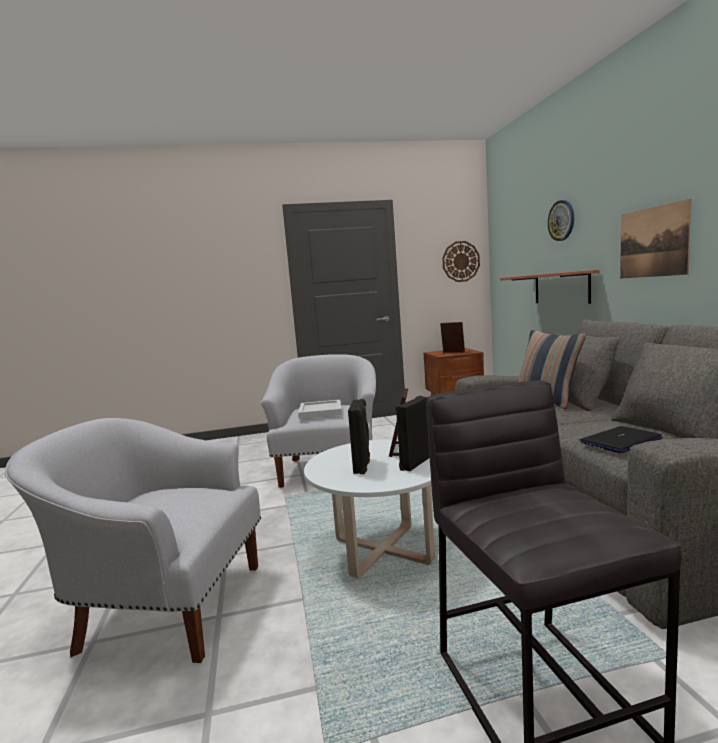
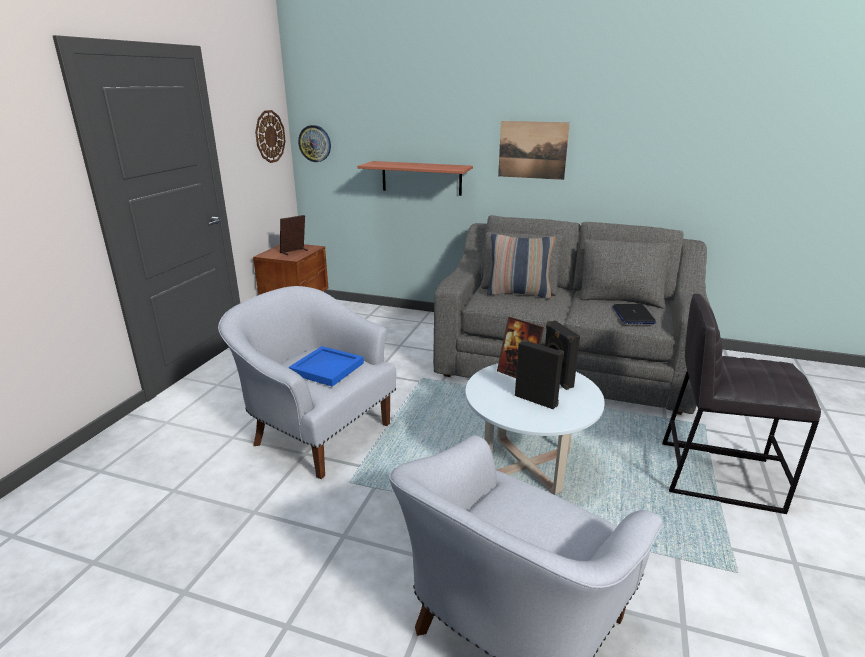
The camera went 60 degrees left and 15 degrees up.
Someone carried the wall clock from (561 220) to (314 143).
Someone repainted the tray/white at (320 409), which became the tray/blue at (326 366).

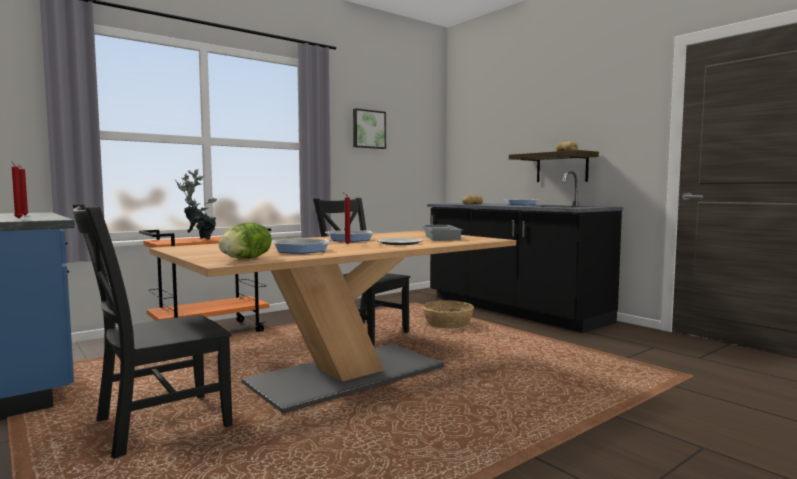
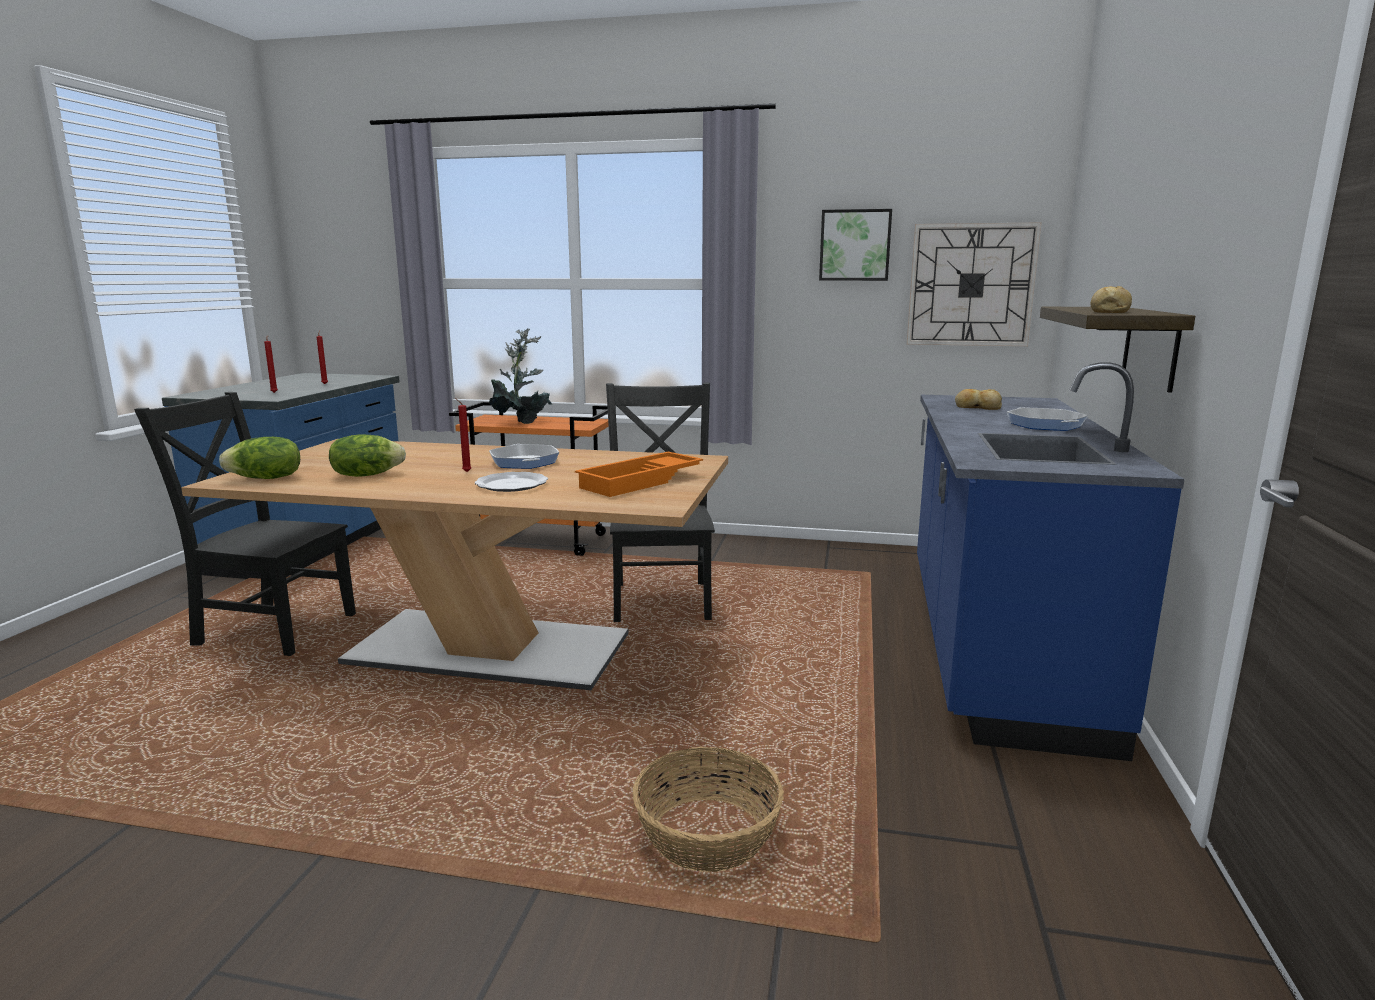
The camera went 50 degrees right and 10 degrees up.
Someone repainted the counter/black at (525 252), which became the counter/blue at (1051 561).
Someone repainted the tray/grey at (442 233), which became the tray/orange at (639 474).
Someone swapped the frying pan at (302 246) for the lettuce at (367 455).
Someone carried the basket from (448 314) to (708 809).
Someone put up the wall clock at (974 284).

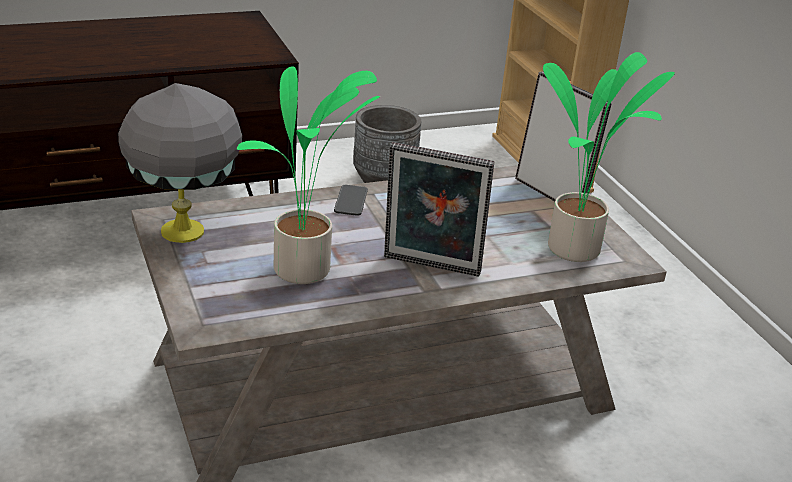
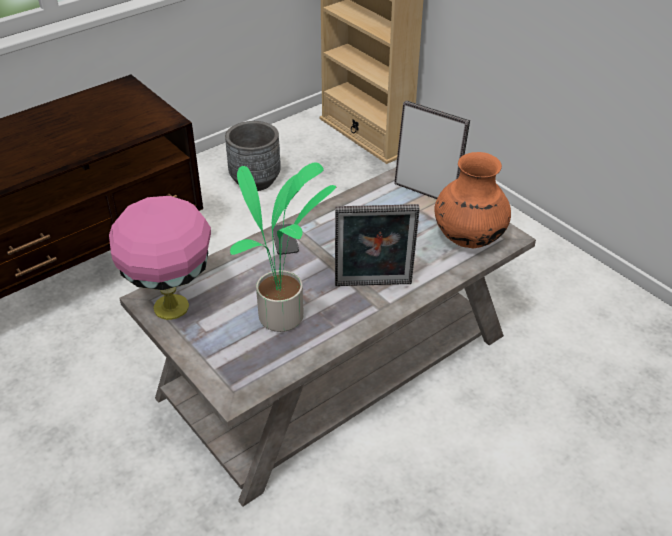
The camera went 15 degrees left and 10 degrees up.
Someone swapped the potted plant at (609 157) for the vase/orange at (473 200).
Someone repainted the table lamp/grey at (180 163), which became the table lamp/pink at (160 258).

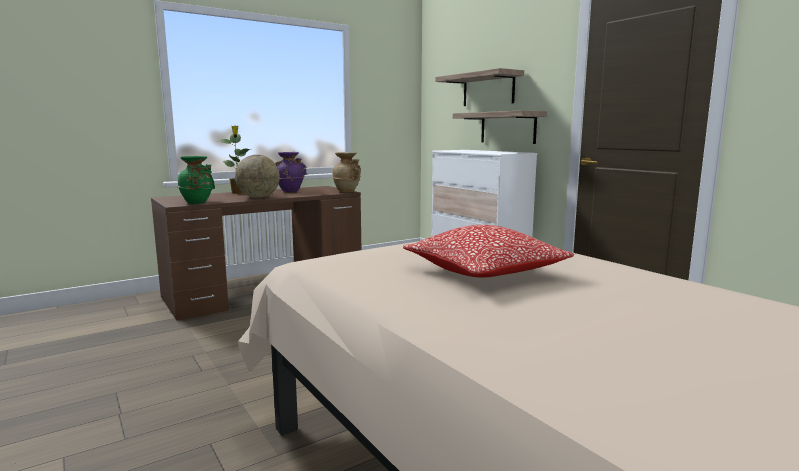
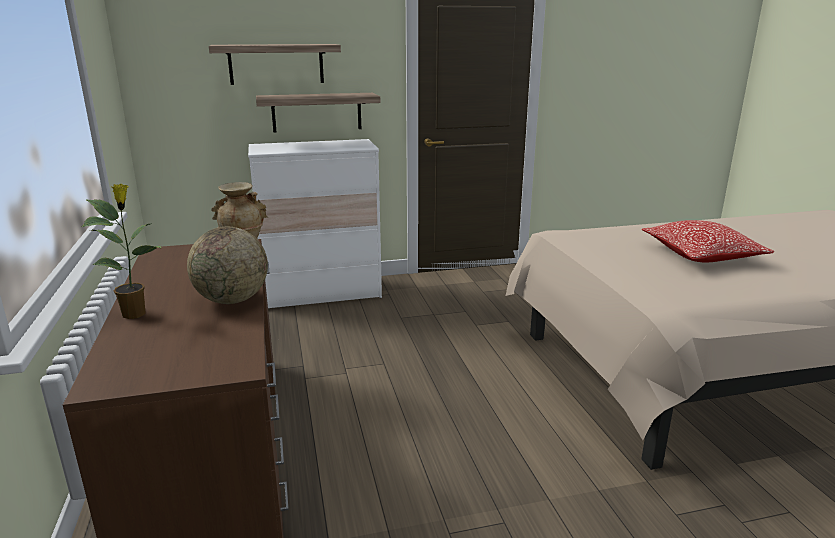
The camera went 70 degrees left and 10 degrees up.
Someone took away the vase/purple at (291 172).
Someone took away the vase/green at (196 180).

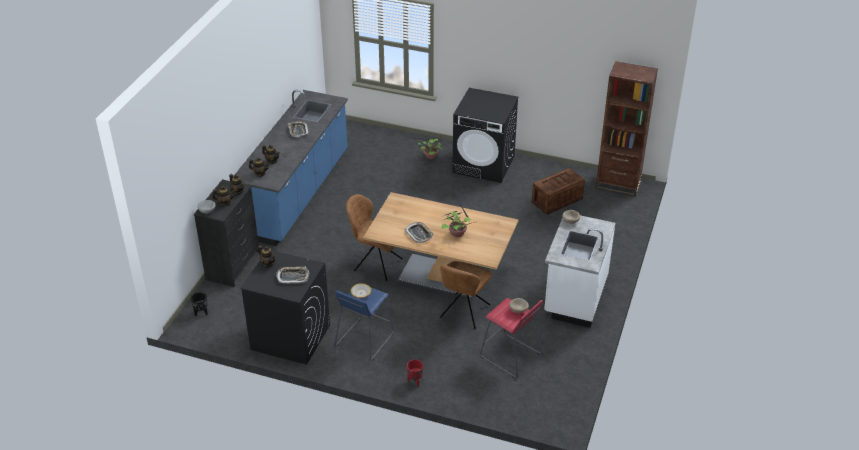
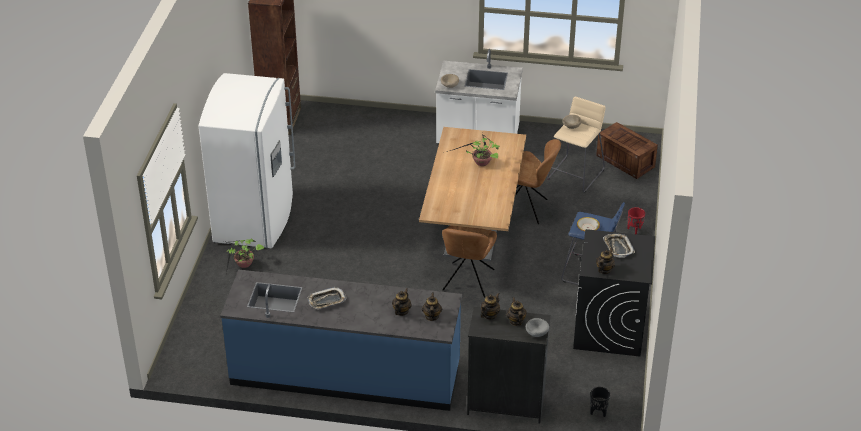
The camera went 100 degrees left and 0 degrees up.
Someone swapped the washing machine/black at (485 135) for the fridge/white at (246 160).
Someone carried the crate from (558 191) to (627 150).
Someone took away the tray at (419 232).
Someone repainted the stool/red at (511 338), which became the stool/beige at (576 144).

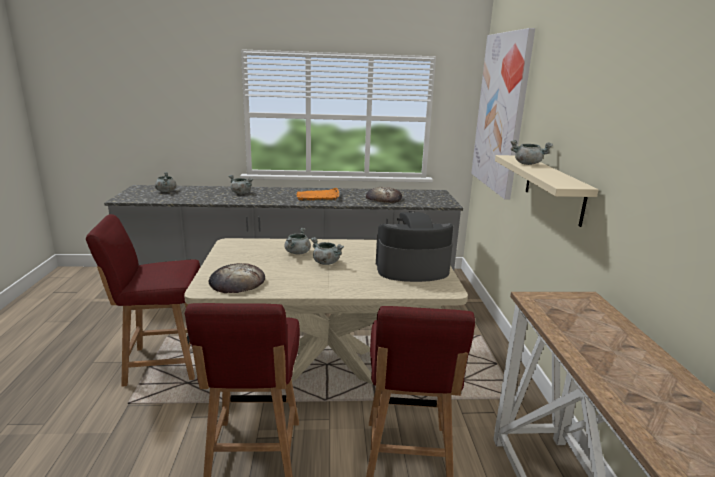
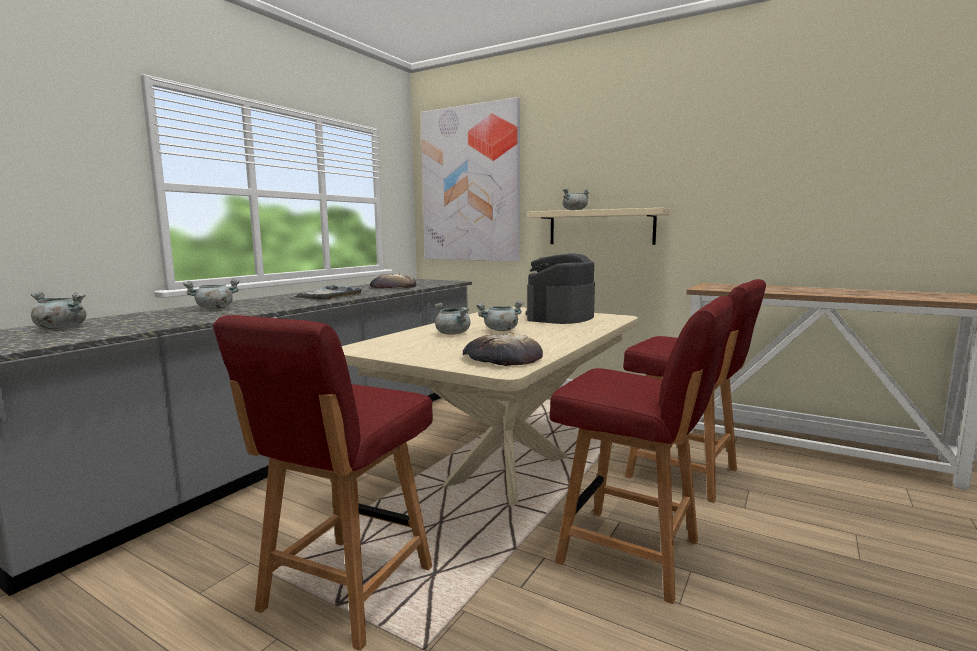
The camera went 55 degrees left and 10 degrees down.
Someone repainted the tray/orange at (318 194), which became the tray/grey at (327 292).

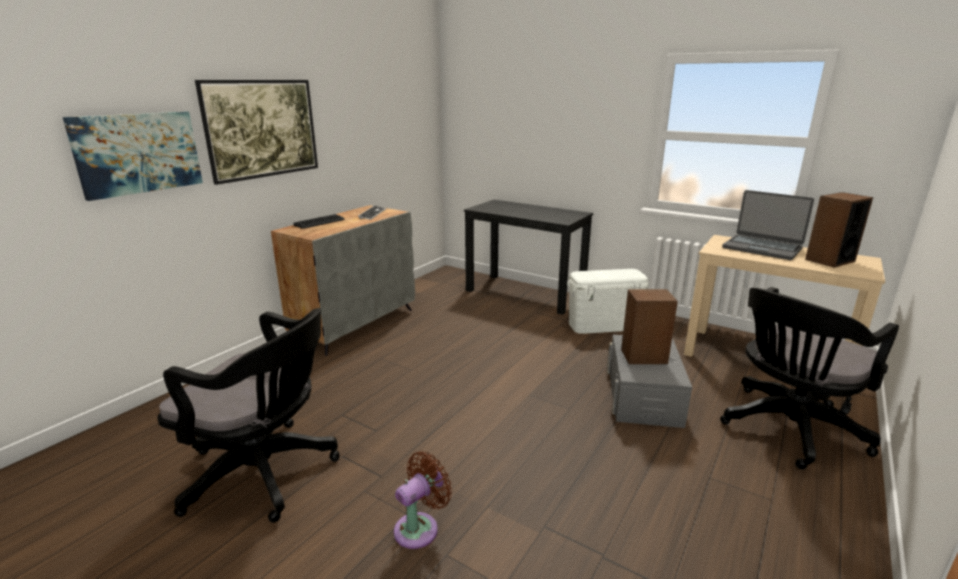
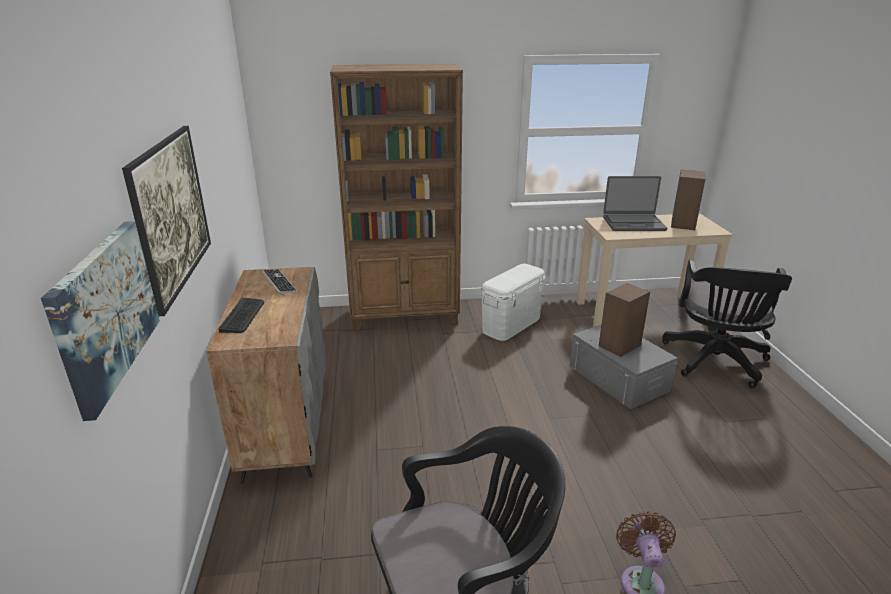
The camera went 40 degrees left and 5 degrees up.
Someone swapped the desk/black at (528 257) for the bookcase/brown at (396 197).

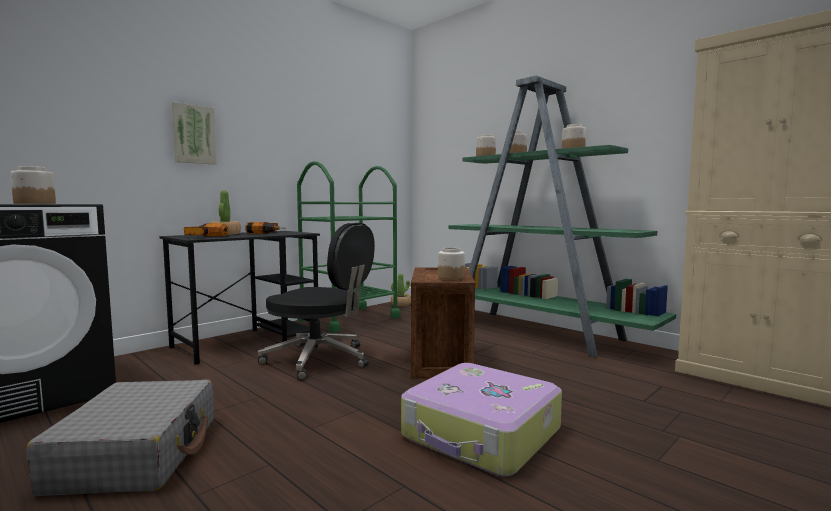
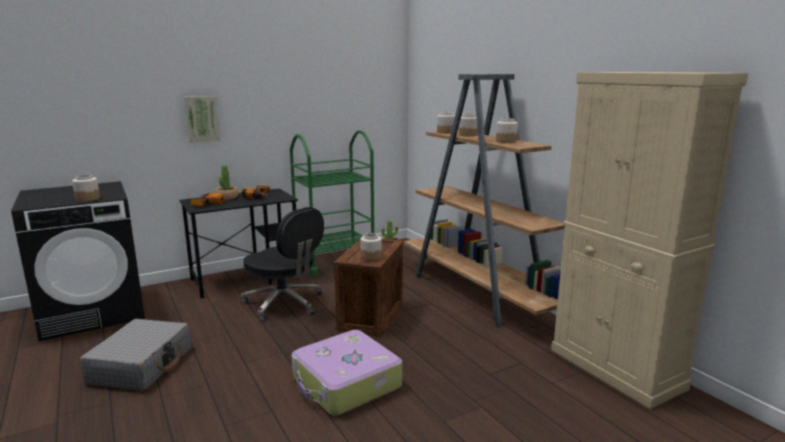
The camera went 15 degrees right and 10 degrees up.
Someone repainted the bookcase/green at (562 217), which became the bookcase/brown at (484 201).

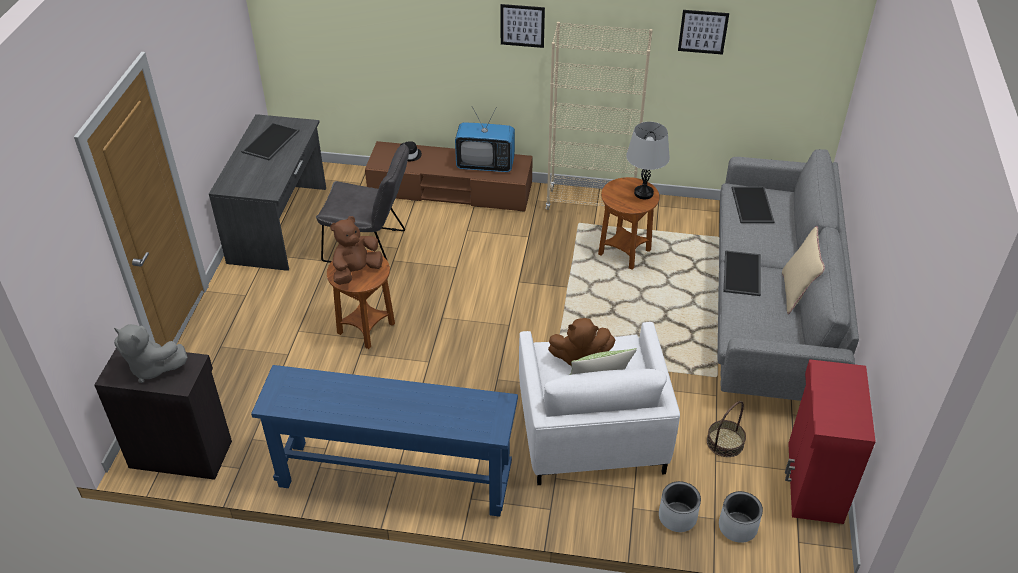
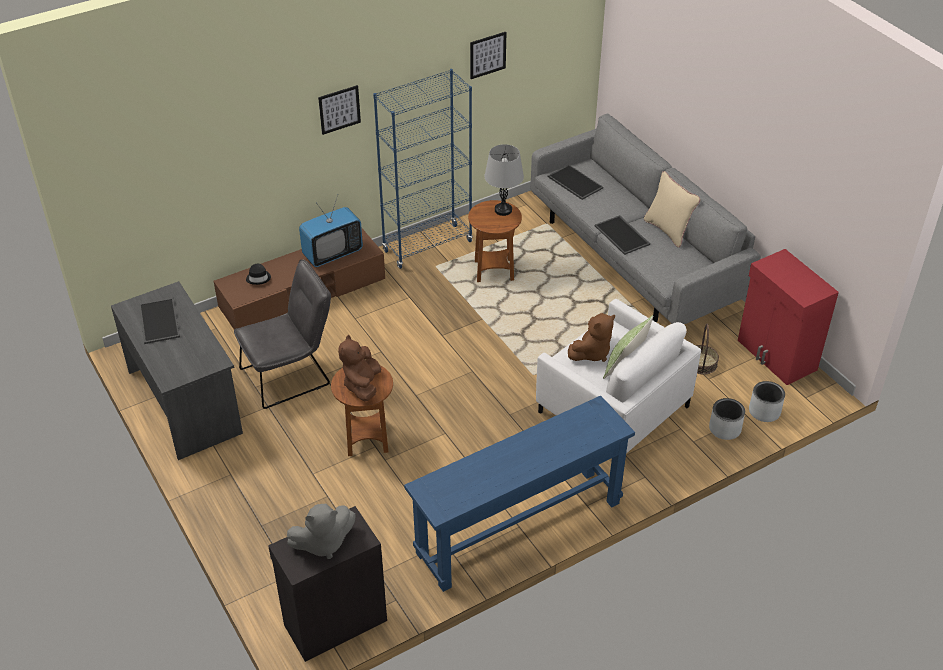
The camera went 40 degrees left and 0 degrees up.
Someone repainted the bookcase/beige at (599 116), which became the bookcase/blue at (423 169).

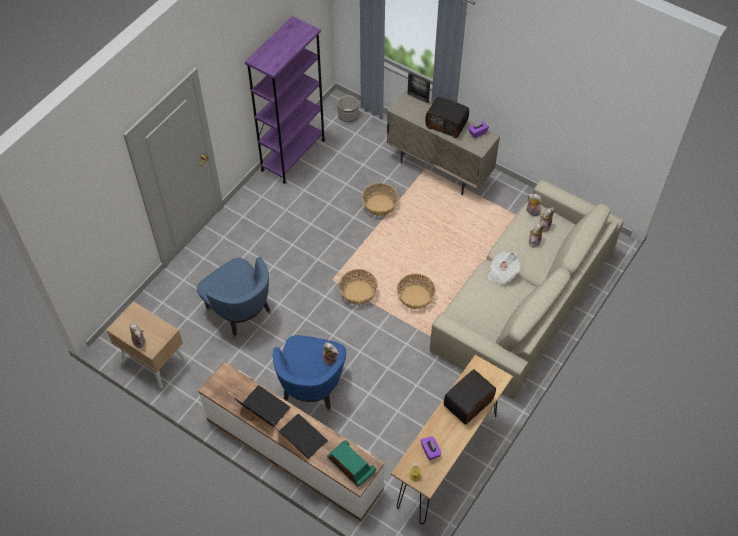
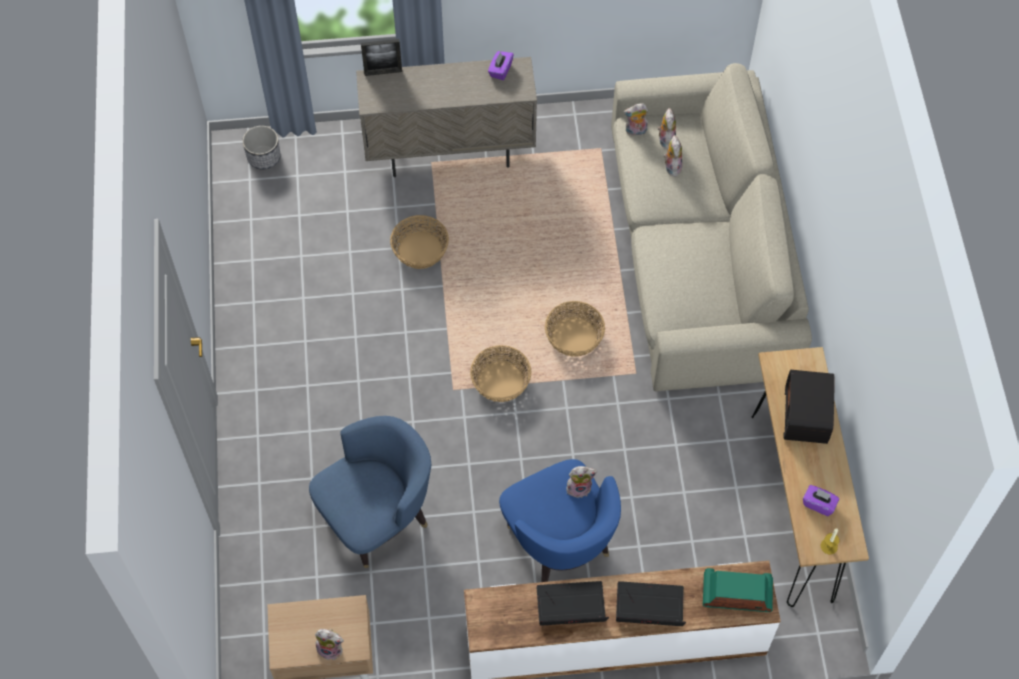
The camera went 40 degrees left and 5 degrees up.
Someone took away the bookcase/purple at (285 100).
Someone took away the radio at (447 117).
Someone took away the newspaper at (504 268).
Someone rotated the armchair/blue at (234 298) by 45 degrees counterclockwise.

